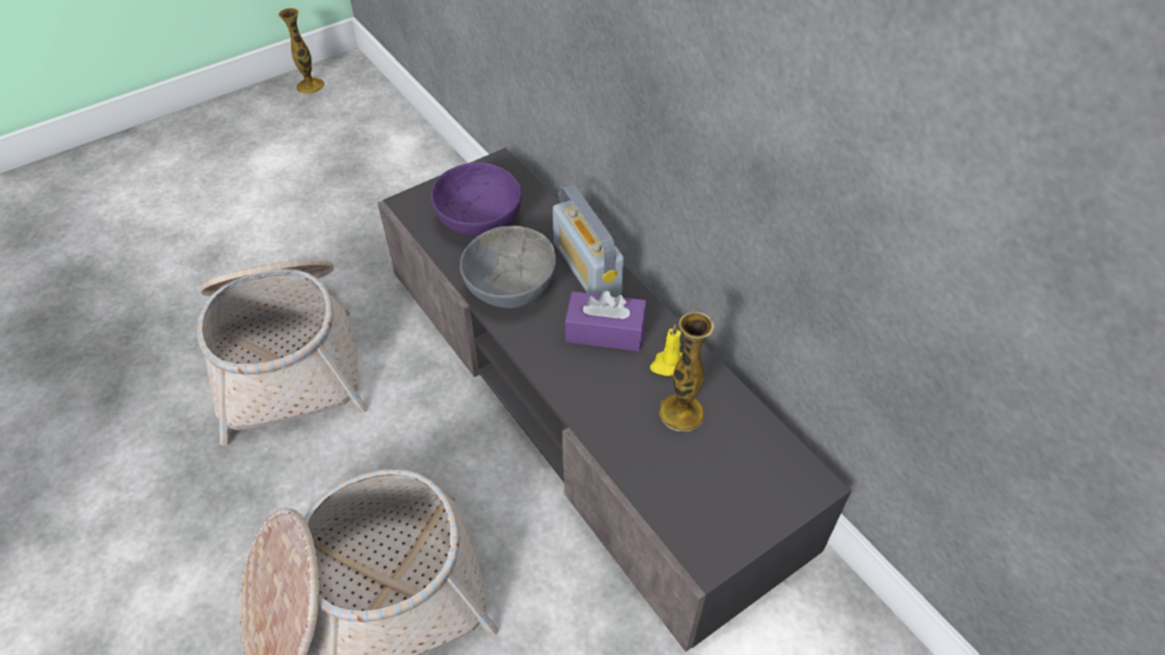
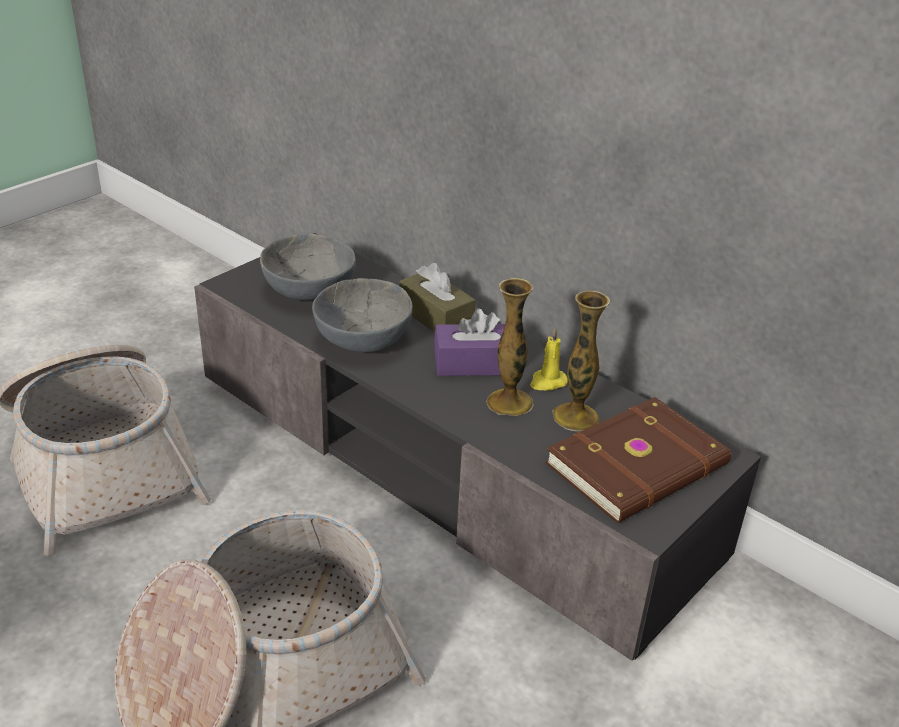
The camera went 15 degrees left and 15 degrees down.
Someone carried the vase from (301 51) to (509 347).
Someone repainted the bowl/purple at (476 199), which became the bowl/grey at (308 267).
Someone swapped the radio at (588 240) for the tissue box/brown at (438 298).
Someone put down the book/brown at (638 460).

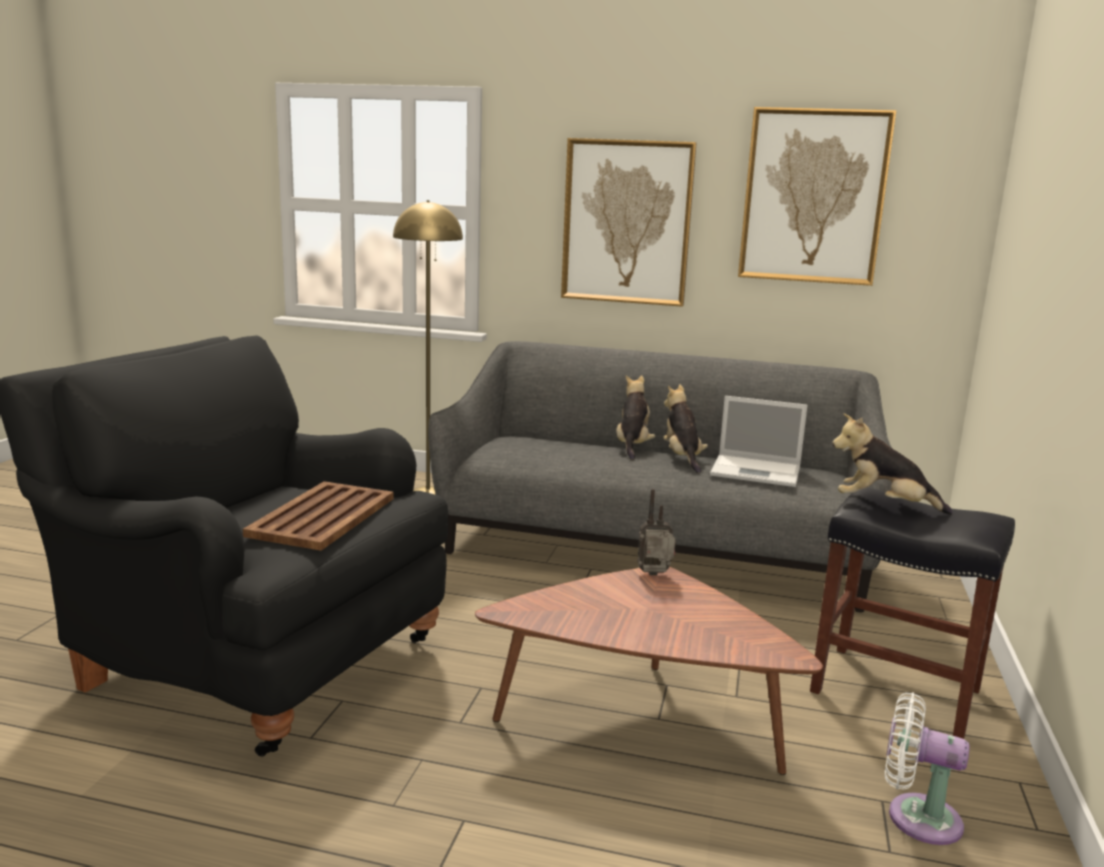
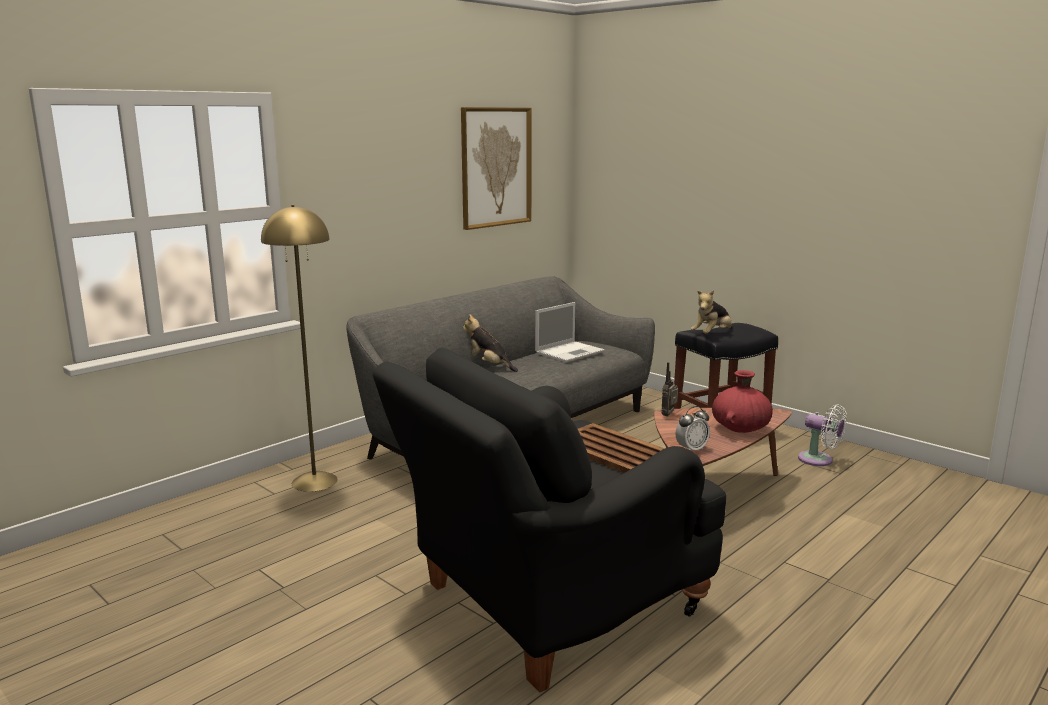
The camera went 60 degrees left and 0 degrees up.
Someone took away the picture at (629 222).
Someone took away the plush toy at (685 429).
Someone rotated the fan/white at (927 768) by 105 degrees counterclockwise.
Someone put down the vase/red at (742 401).
Someone put down the alarm clock at (693 428).

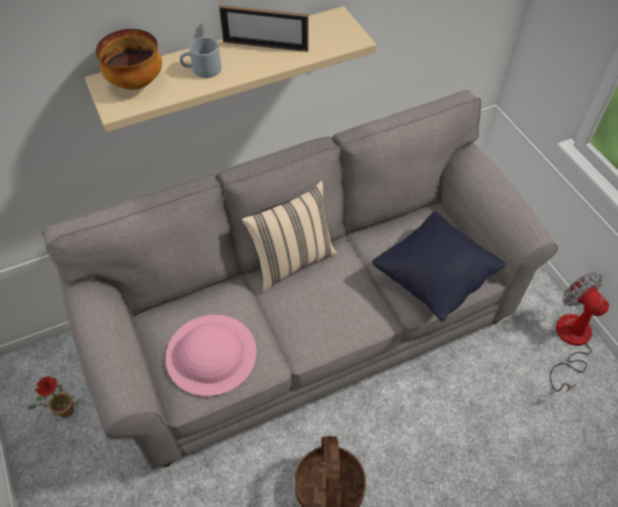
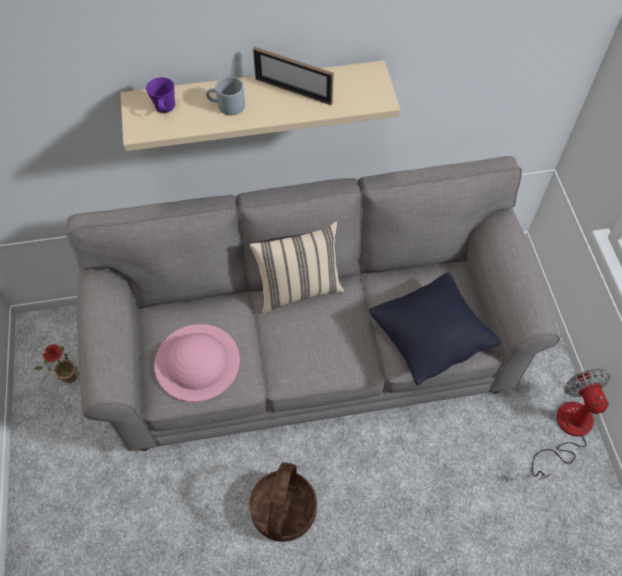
The camera went 15 degrees right and 5 degrees up.
Someone swapped the bowl at (129 59) for the mug/purple at (160 95).

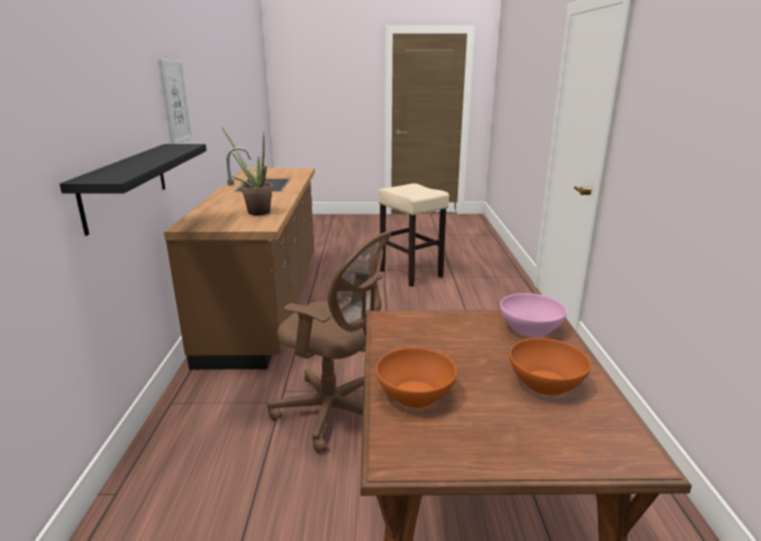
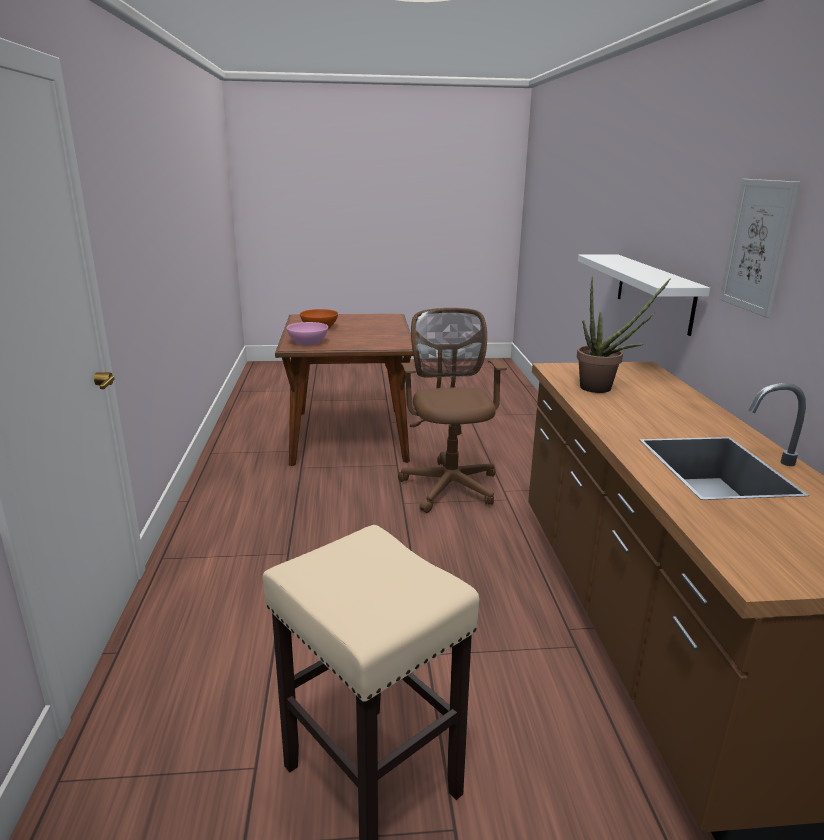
The camera went 175 degrees right and 0 degrees up.
Someone repainted the shelf/black at (133 190), which became the shelf/white at (644 295).
Someone rotated the office chair/brown at (329 343) by 60 degrees clockwise.
Someone took away the bowl/orange at (416 377).

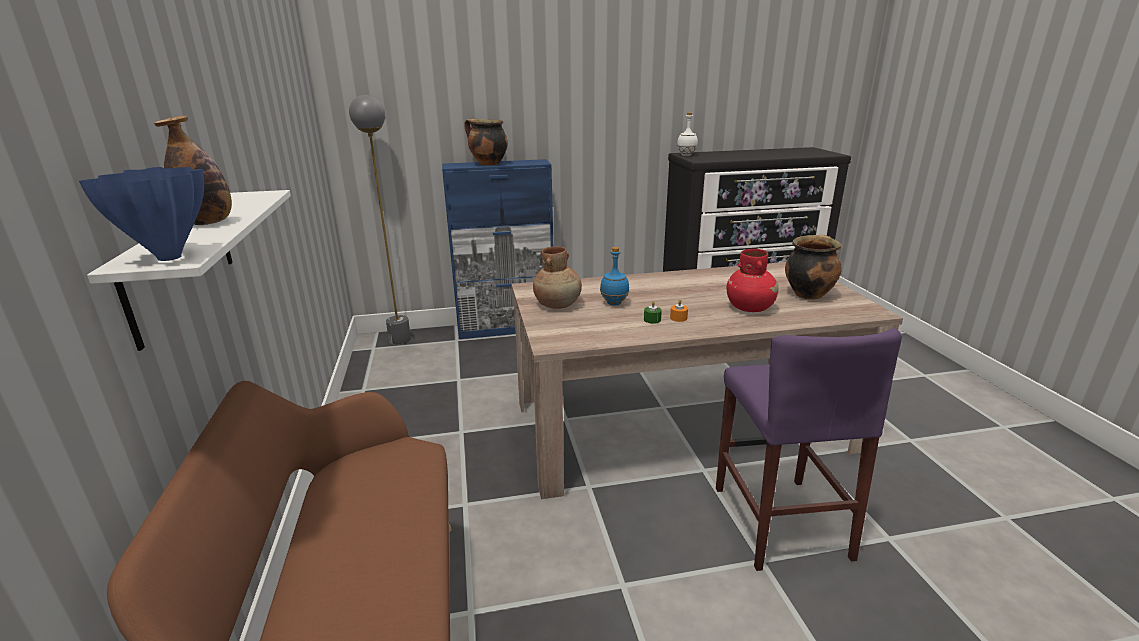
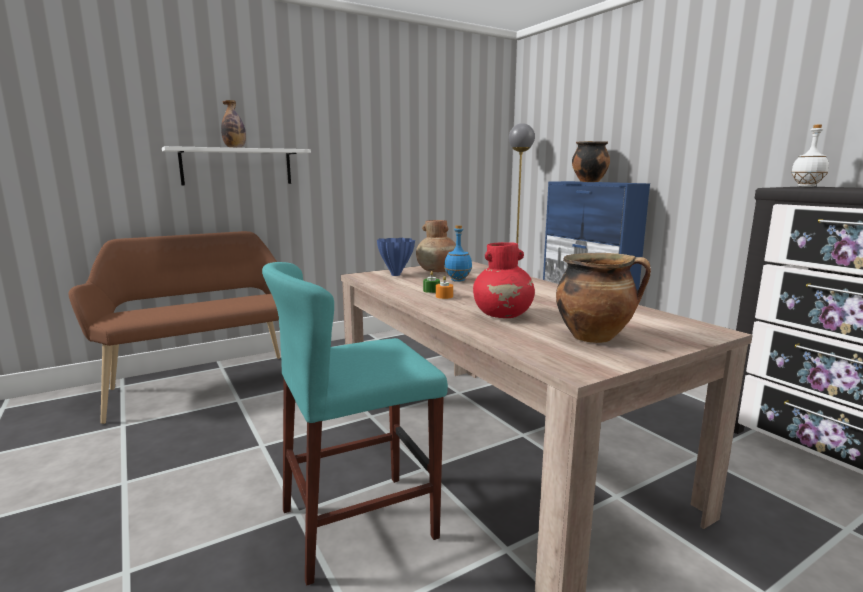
The camera went 70 degrees right and 10 degrees down.
Someone carried the vase/blue from (141 214) to (396 257).
Someone repainted the stool/purple at (809 450), which became the stool/turquoise at (355 424).

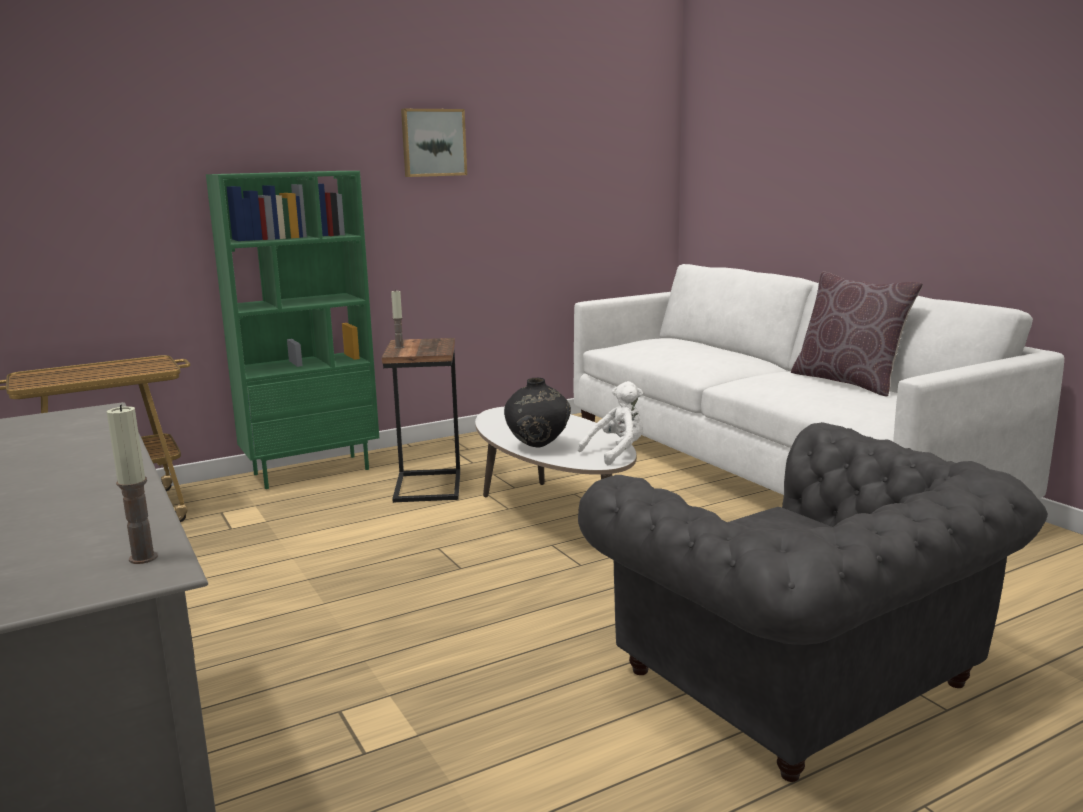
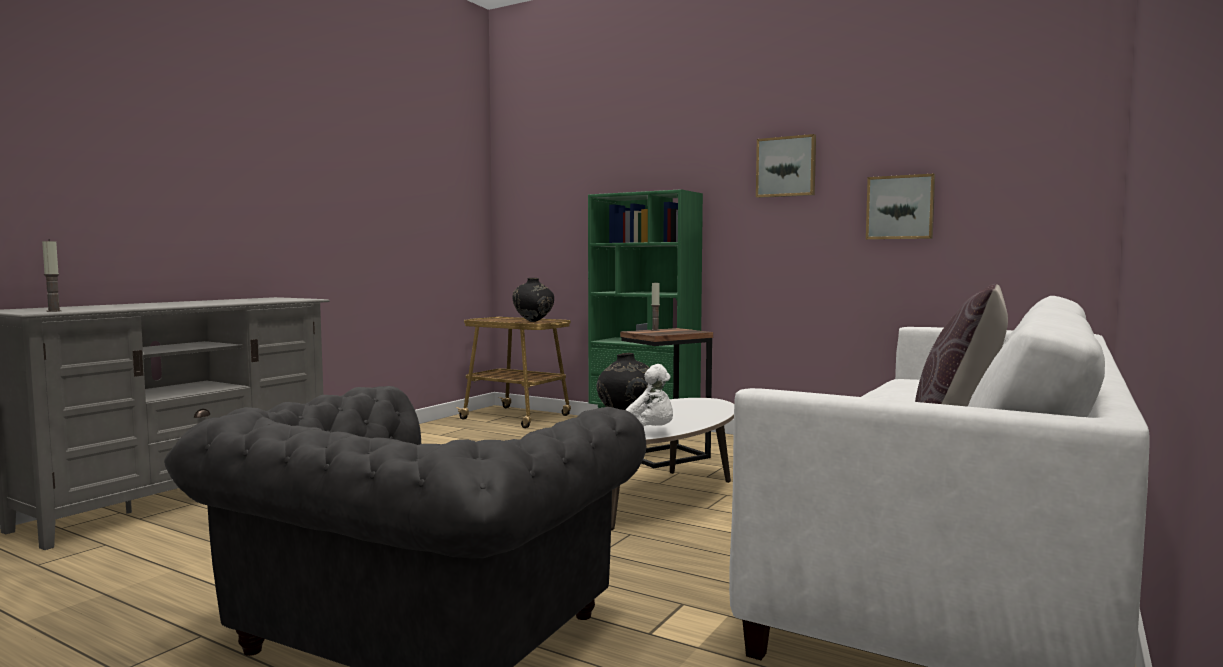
The camera went 60 degrees right and 10 degrees down.
Someone put up the picture at (900 207).
Someone put down the vase/black at (533 300).

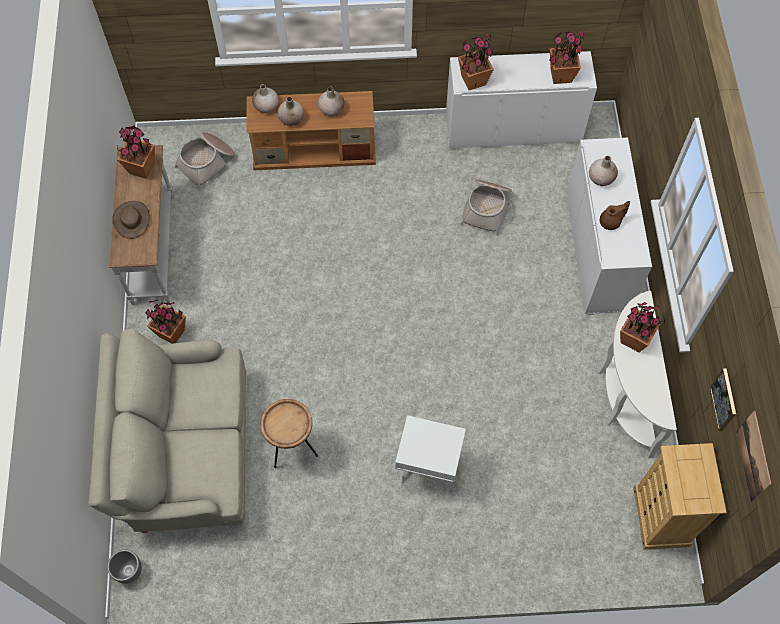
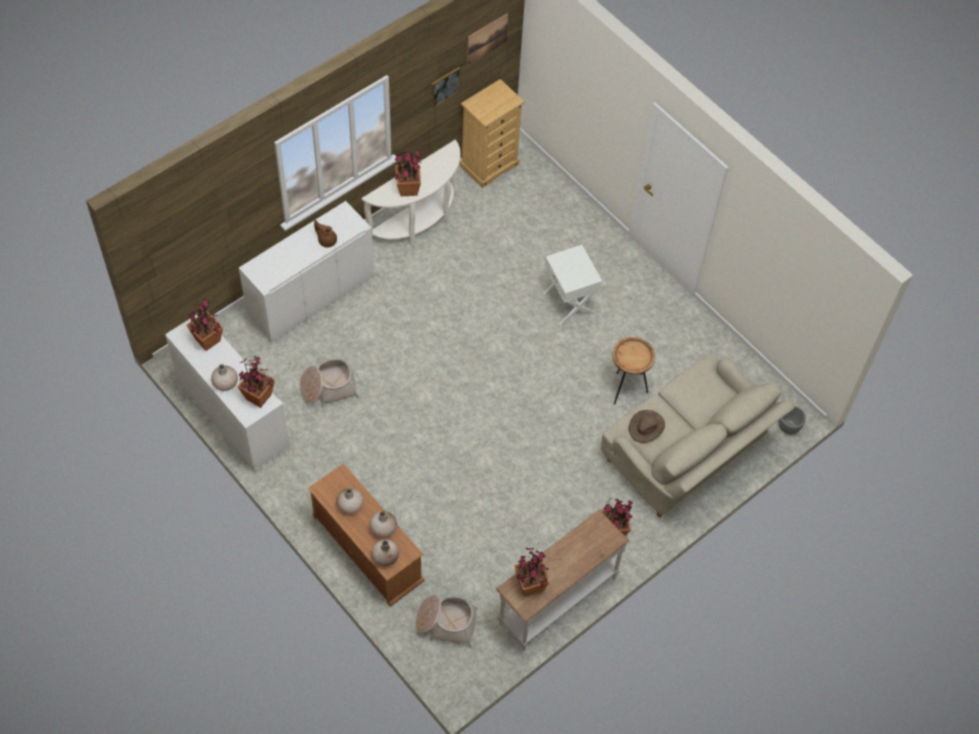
The camera went 130 degrees left and 5 degrees down.
Someone carried the vase/beige from (603 171) to (224 377).
Someone carried the hat/brown from (131 220) to (647 426).

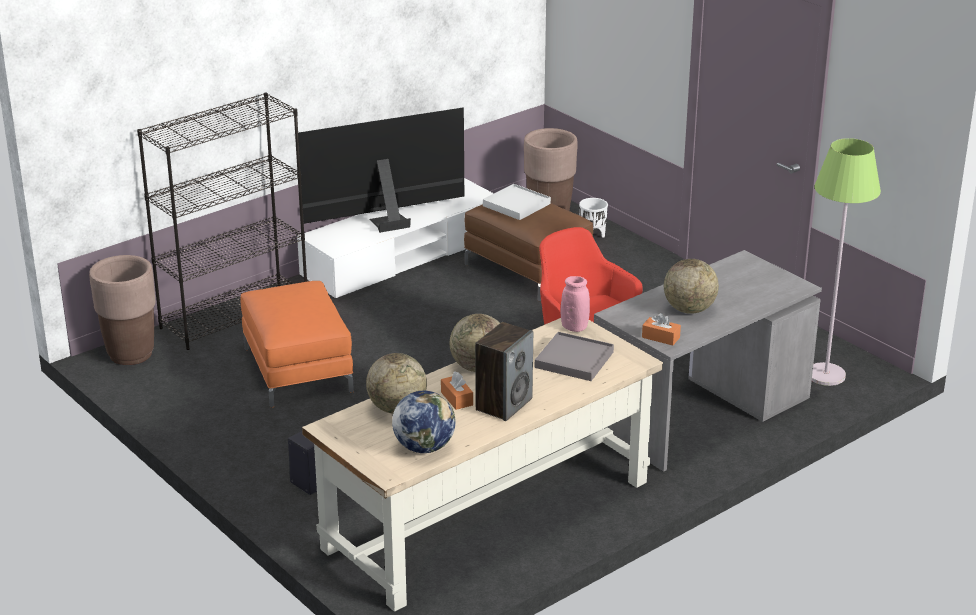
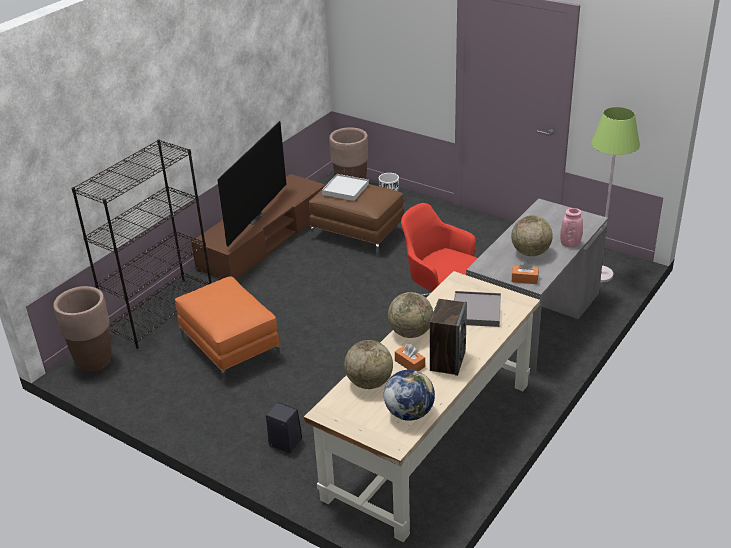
The camera went 15 degrees left and 5 degrees up.
Someone rotated the television at (381 170) by 150 degrees clockwise.
Someone repainted the tv stand/white at (395 238), which became the tv stand/brown at (258 227).
Someone carried the vase/pink from (575 304) to (571 228).

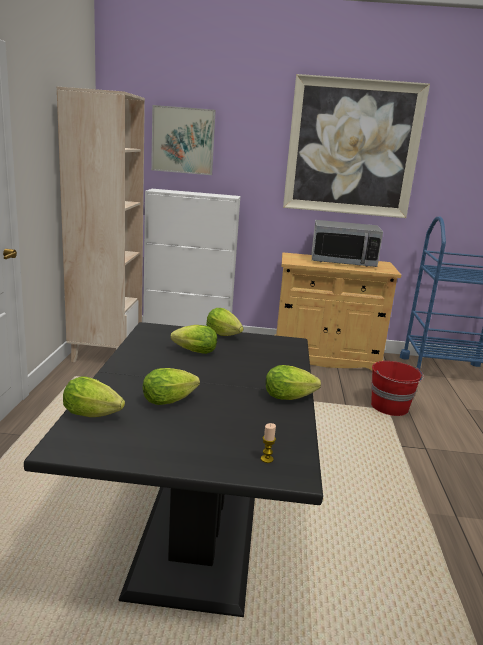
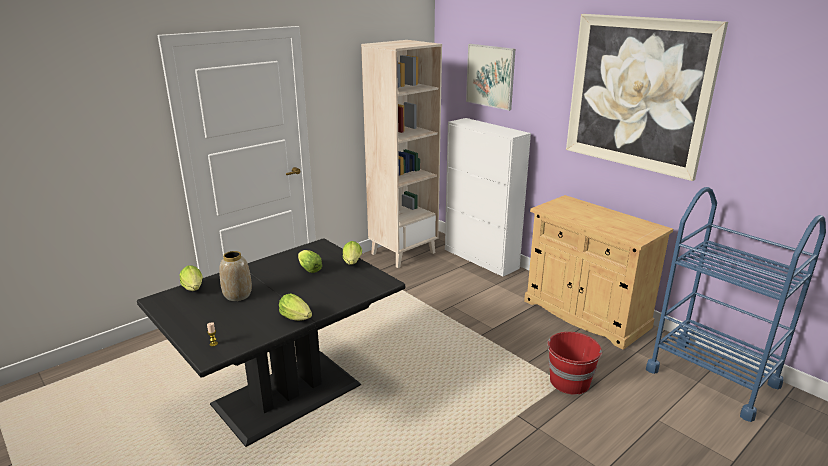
The camera went 45 degrees right and 5 degrees up.
Someone took away the microwave at (347 243).
Someone swapped the lettuce at (171 386) for the vase at (235 276).

